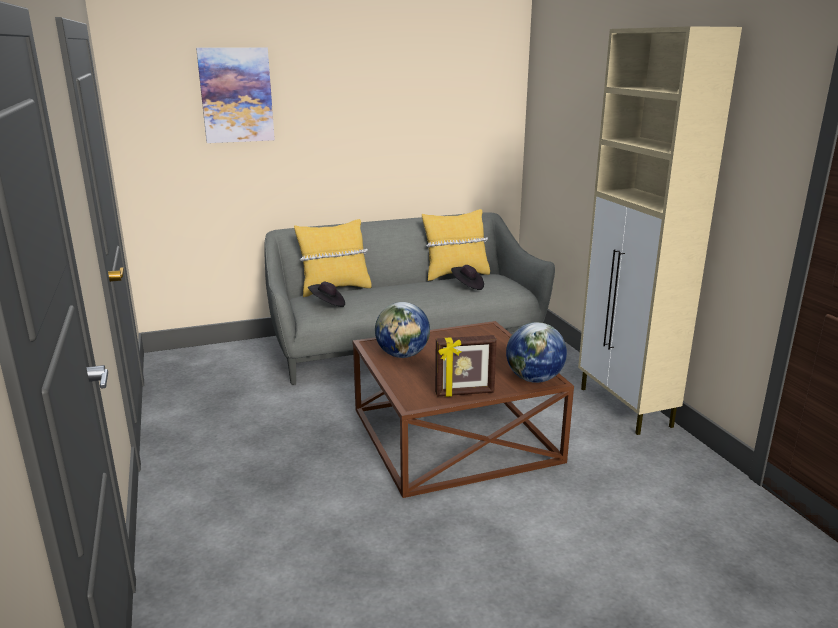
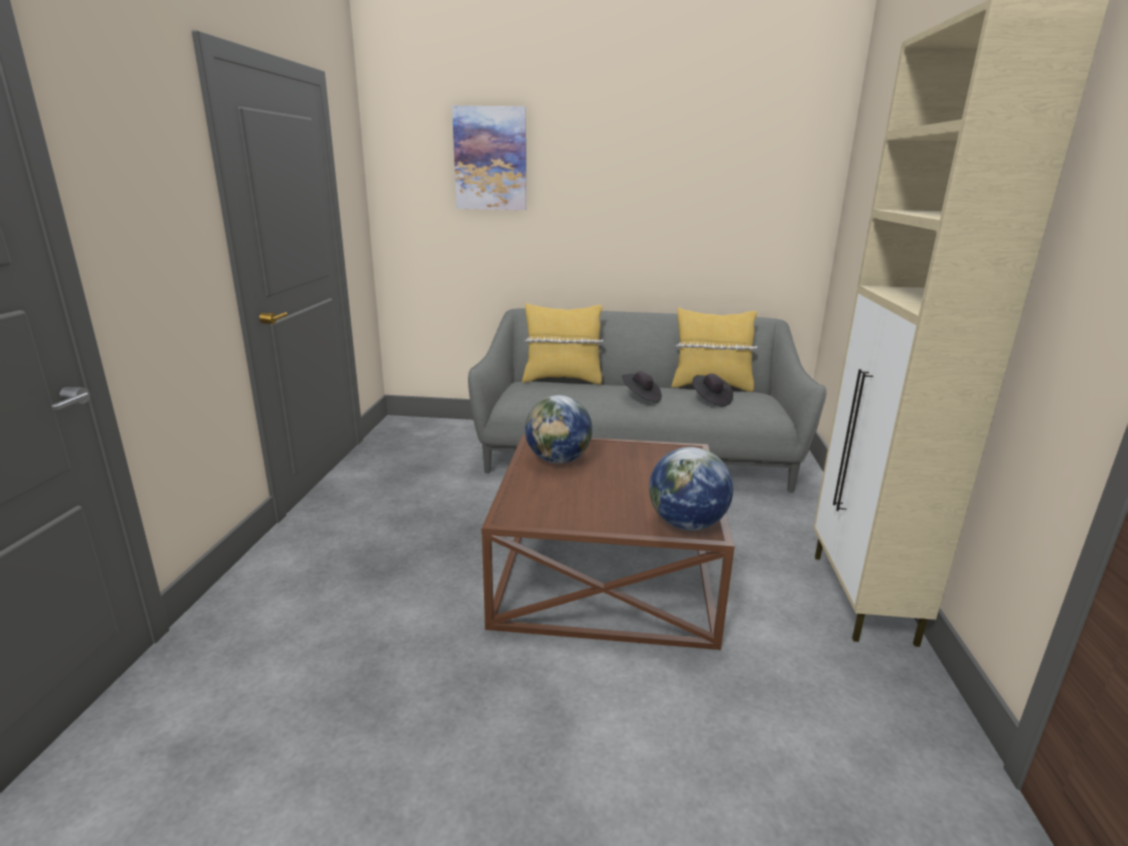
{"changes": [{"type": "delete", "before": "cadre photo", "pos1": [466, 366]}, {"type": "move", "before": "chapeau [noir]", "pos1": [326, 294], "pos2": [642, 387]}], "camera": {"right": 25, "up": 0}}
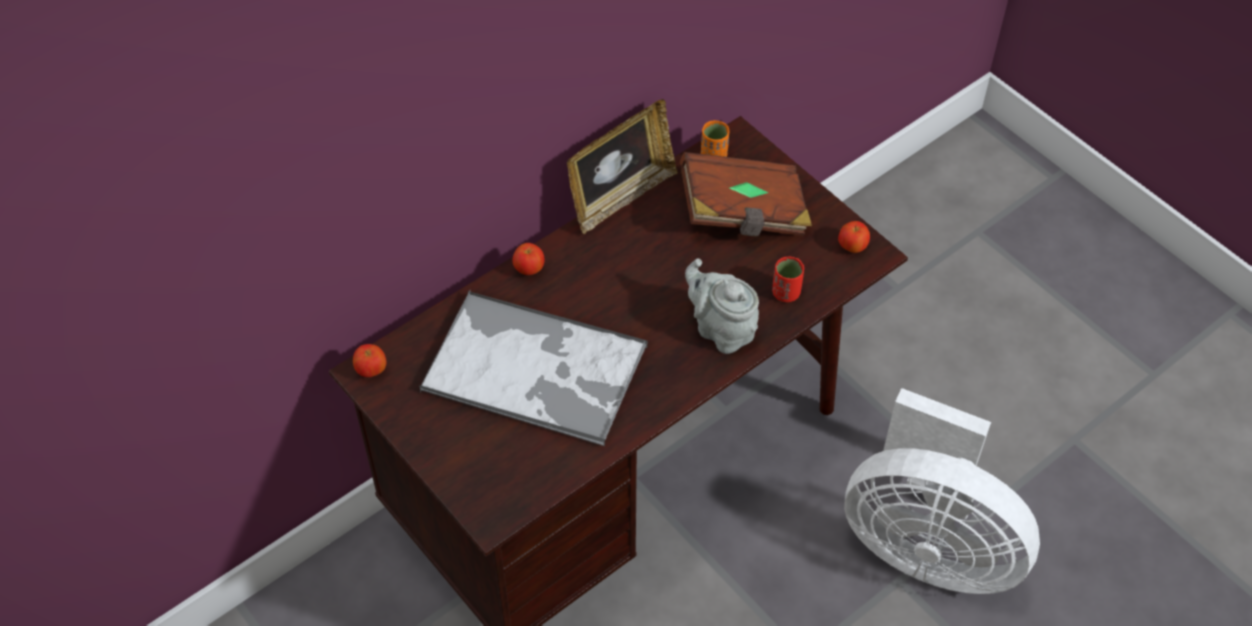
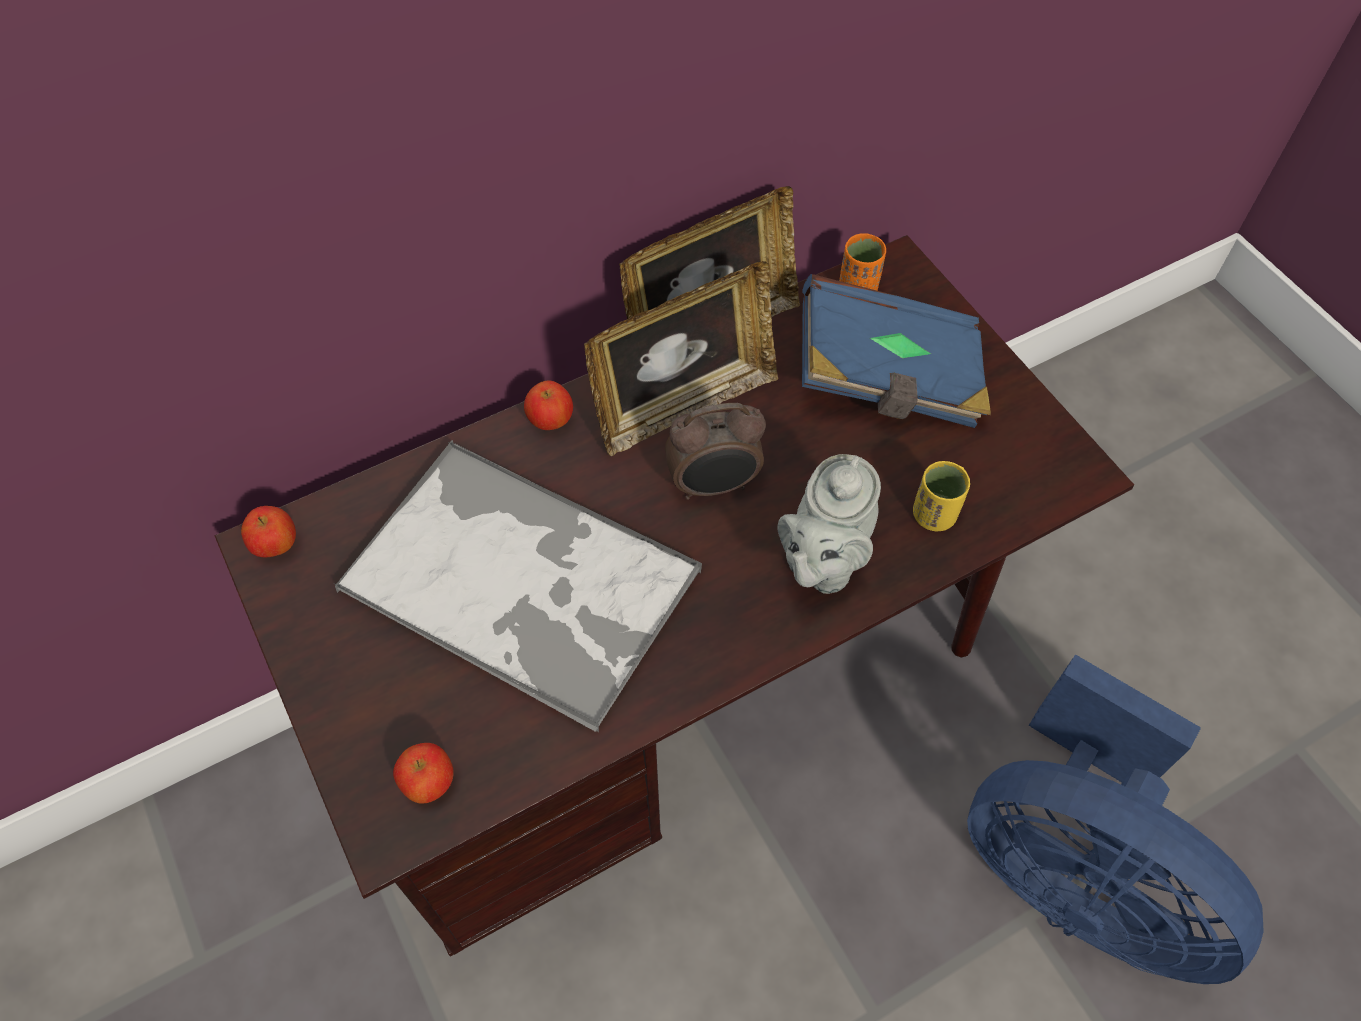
{"changes": [{"type": "insert", "after": "cadre photo", "pos2": [681, 358]}, {"type": "insert", "after": "réveil", "pos2": [715, 451]}, {"type": "move", "before": "pomme", "pos1": [854, 237], "pos2": [423, 773]}, {"type": "recolor", "before": "livre [marron]", "after": "livre [bleu]", "pos1": [746, 194], "pos2": [896, 351]}, {"type": "recolor", "before": "tasse [rouge]", "after": "tasse [jaune]", "pos1": [788, 279], "pos2": [941, 496]}, {"type": "recolor", "before": "ventilateur [blanc]", "after": "ventilateur [bleu]", "pos1": [942, 491], "pos2": [1115, 819]}, {"type": "rotate", "before": "théière [gris]", "pos1": [722, 306], "pos2": [829, 524], "turn": -120}], "camera": {"right": 10, "up": 5}}
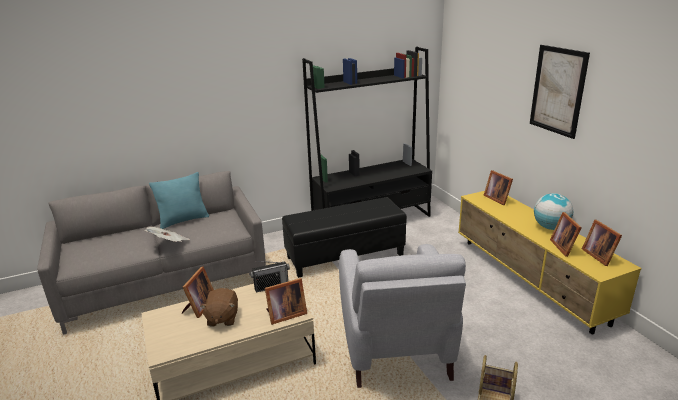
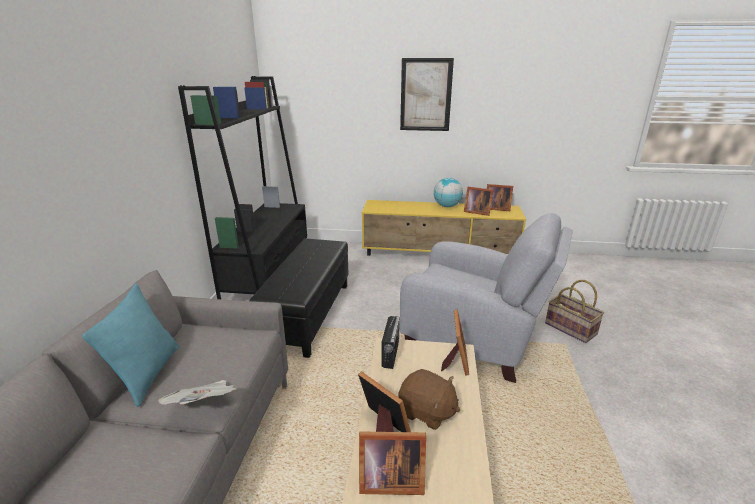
{"changes": [{"type": "move", "before": "cadre photo", "pos1": [498, 187], "pos2": [392, 463]}], "camera": {"right": -60, "up": 0}}
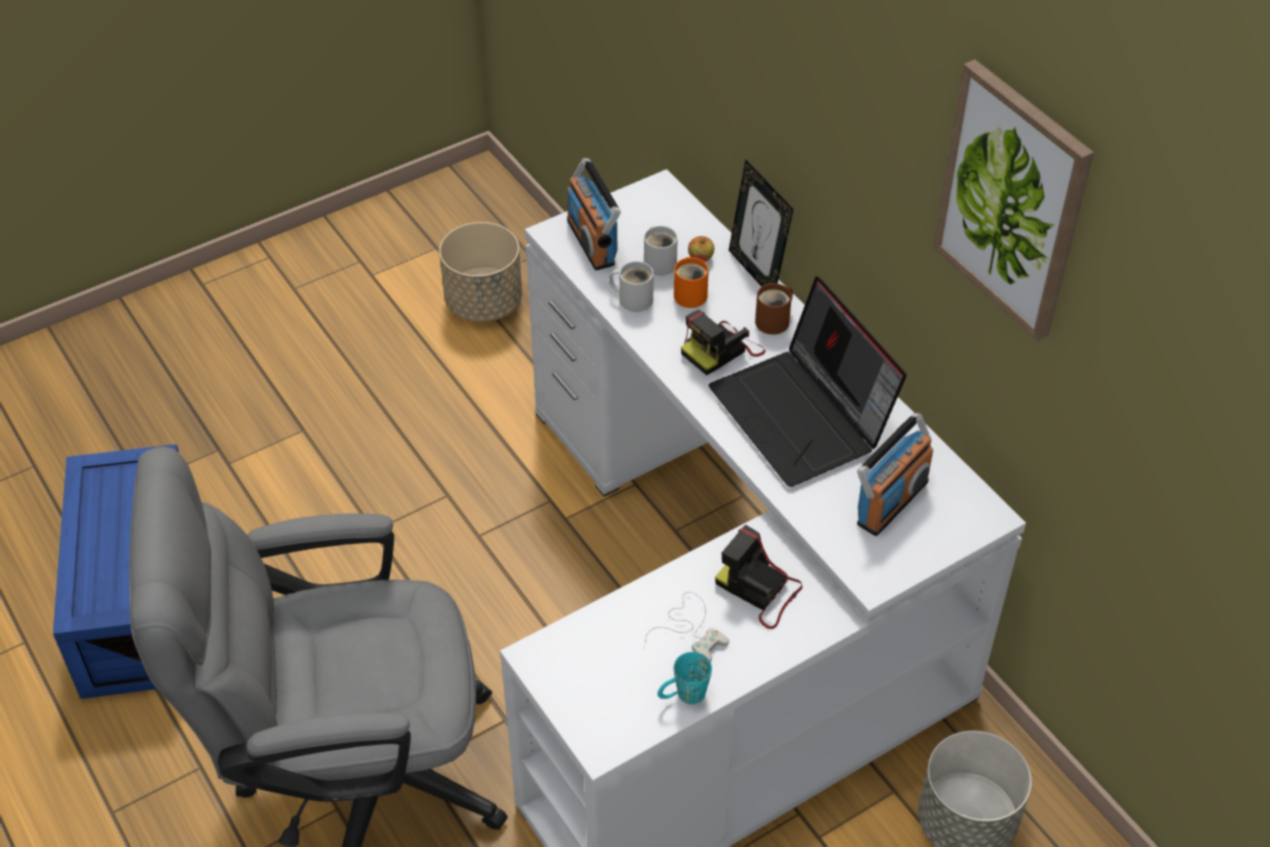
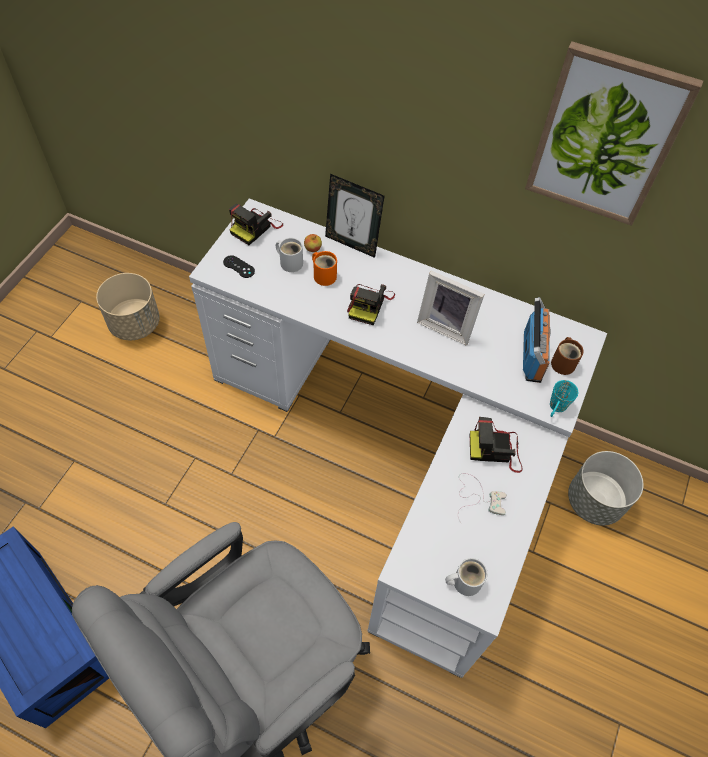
{"changes": [{"type": "insert", "after": "appareil photo", "pos2": [256, 224]}, {"type": "move", "before": "mug [blanc]", "pos1": [631, 286], "pos2": [466, 577]}, {"type": "move", "before": "mug [turquoise]", "pos1": [684, 678], "pos2": [564, 398]}, {"type": "move", "before": "mug [marron]", "pos1": [774, 309], "pos2": [567, 356]}, {"type": "replace", "before": "radio", "after": "manette [noir]", "pos1": [594, 214], "pos2": [239, 266]}, {"type": "replace", "before": "ordinateur portable", "after": "cadre photo", "pos1": [807, 381], "pos2": [451, 308]}], "camera": {"right": -35, "up": 10}}
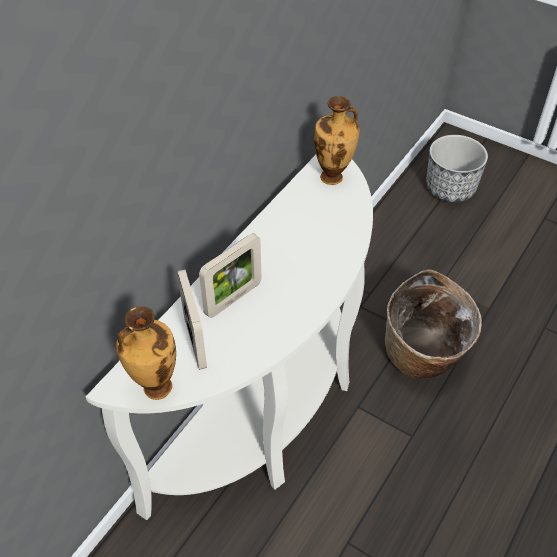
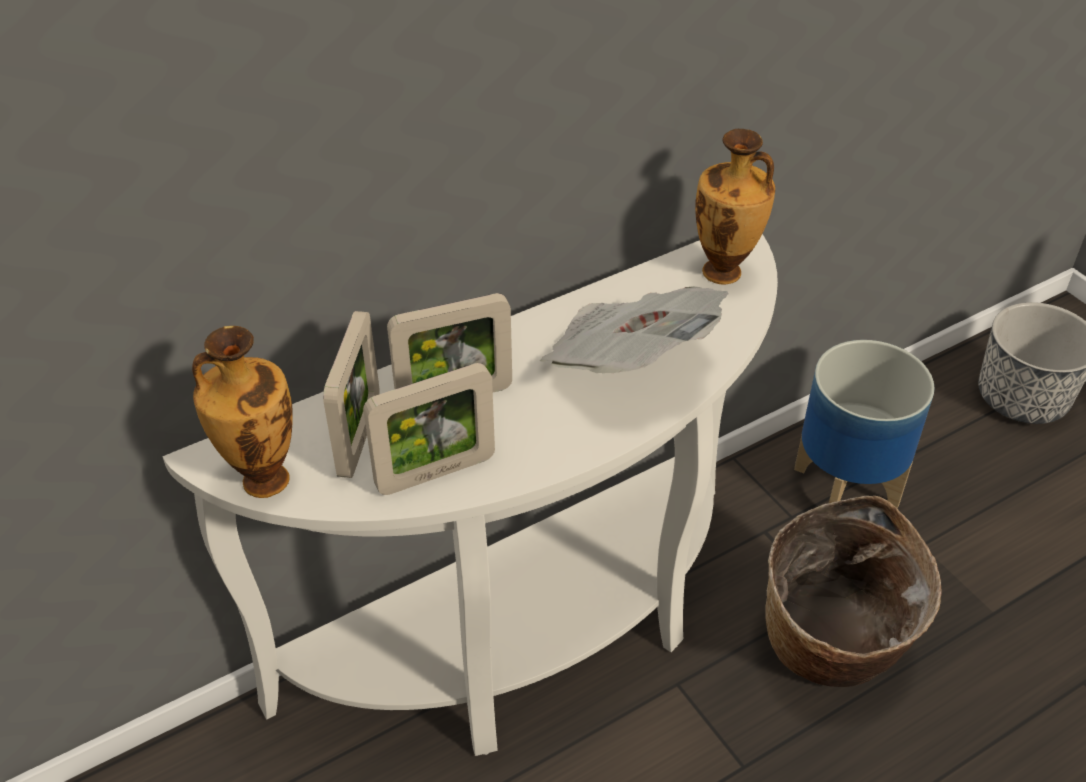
{"changes": [{"type": "insert", "after": "cadre photo", "pos2": [429, 429]}, {"type": "insert", "after": "journal", "pos2": [634, 329]}, {"type": "insert", "after": "cache-pot", "pos2": [864, 424]}], "camera": {"right": 25, "up": -5}}
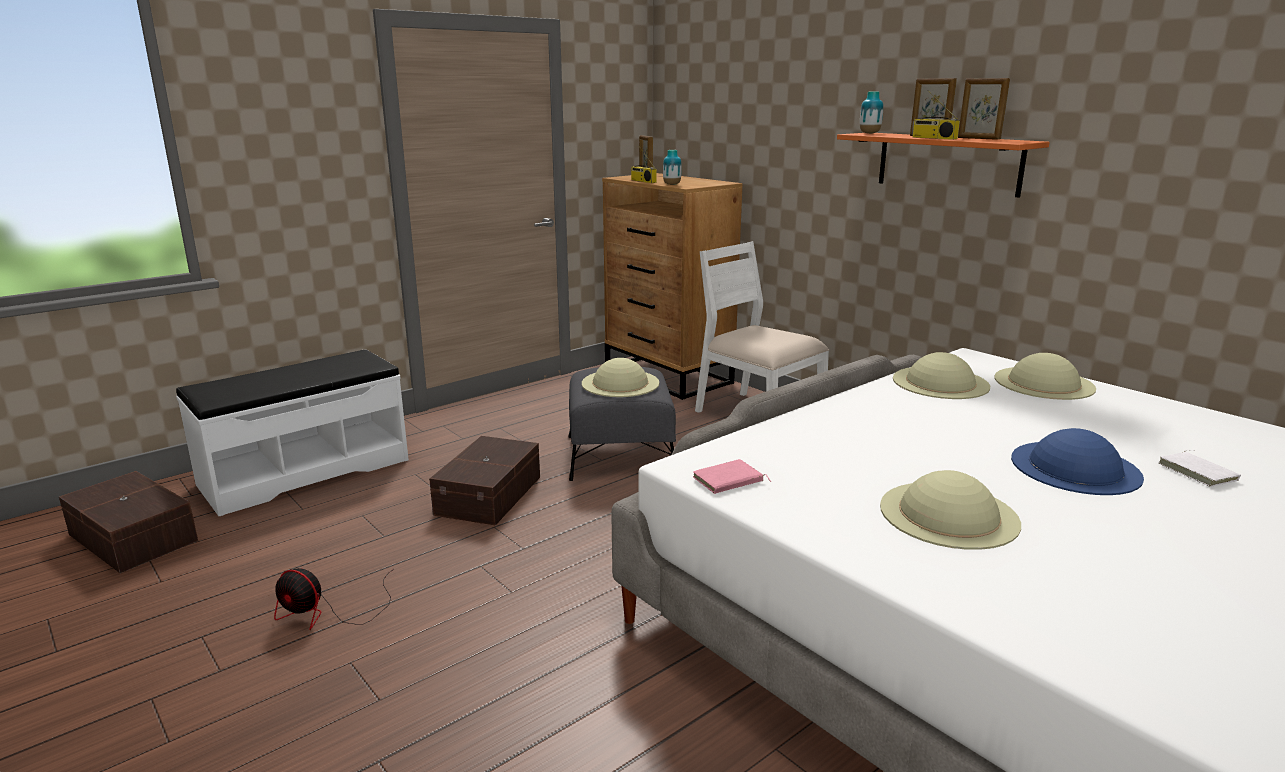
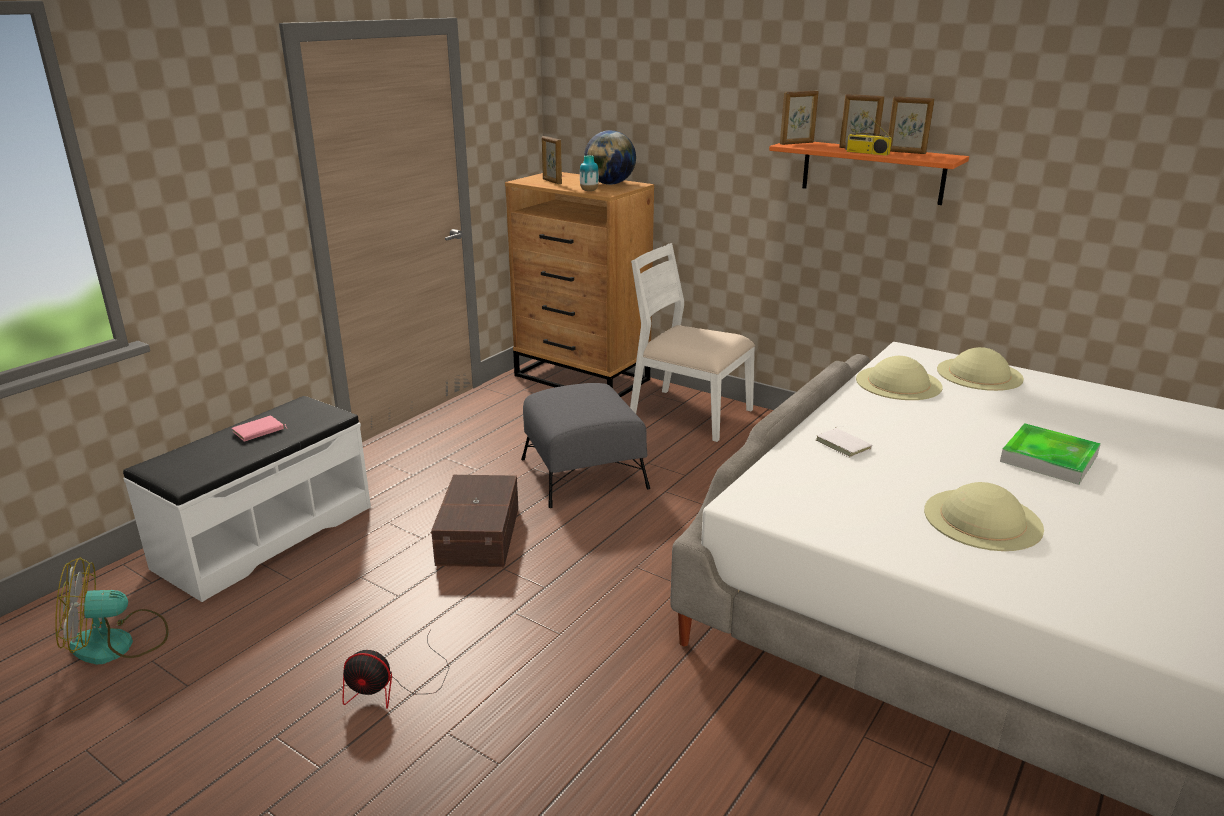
{"changes": [{"type": "delete", "before": "chapeau [beige]", "pos1": [620, 377]}, {"type": "delete", "before": "radio", "pos1": [644, 165]}, {"type": "insert", "after": "globe", "pos2": [610, 157]}, {"type": "move", "before": "livre [rose]", "pos1": [732, 476], "pos2": [260, 429]}, {"type": "move", "before": "livre [blanc]", "pos1": [1199, 468], "pos2": [844, 442]}, {"type": "replace", "before": "boîte de rangement [marron]", "after": "ventilateur", "pos1": [128, 522], "pos2": [112, 610]}, {"type": "replace", "before": "vase", "after": "cadre photo", "pos1": [871, 113], "pos2": [799, 118]}, {"type": "replace", "before": "chapeau [bleu]", "after": "plateau", "pos1": [1077, 461], "pos2": [1050, 454]}], "camera": {"right": -15, "up": 5}}
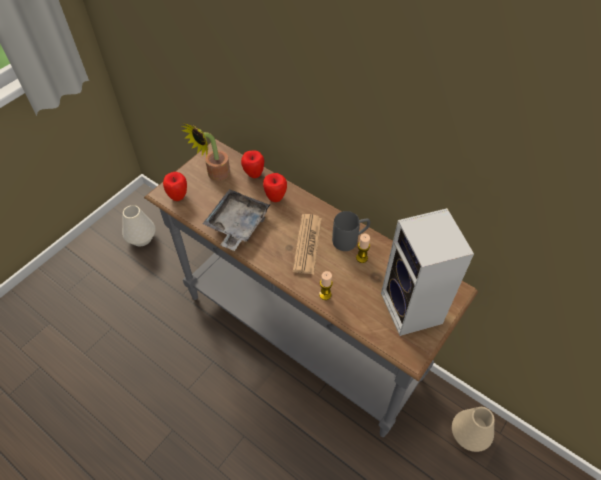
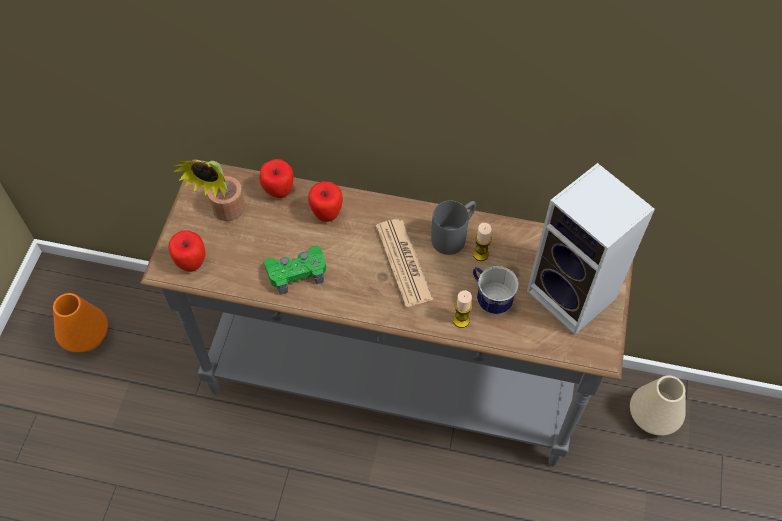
{"changes": [{"type": "insert", "after": "mug", "pos2": [496, 290]}, {"type": "replace", "before": "plateau [gris]", "after": "manette [vert]", "pos1": [236, 220], "pos2": [295, 270]}, {"type": "recolor", "before": "vase [blanc]", "after": "vase [orange]", "pos1": [139, 225], "pos2": [80, 322]}], "camera": {"right": -25, "up": 5}}
